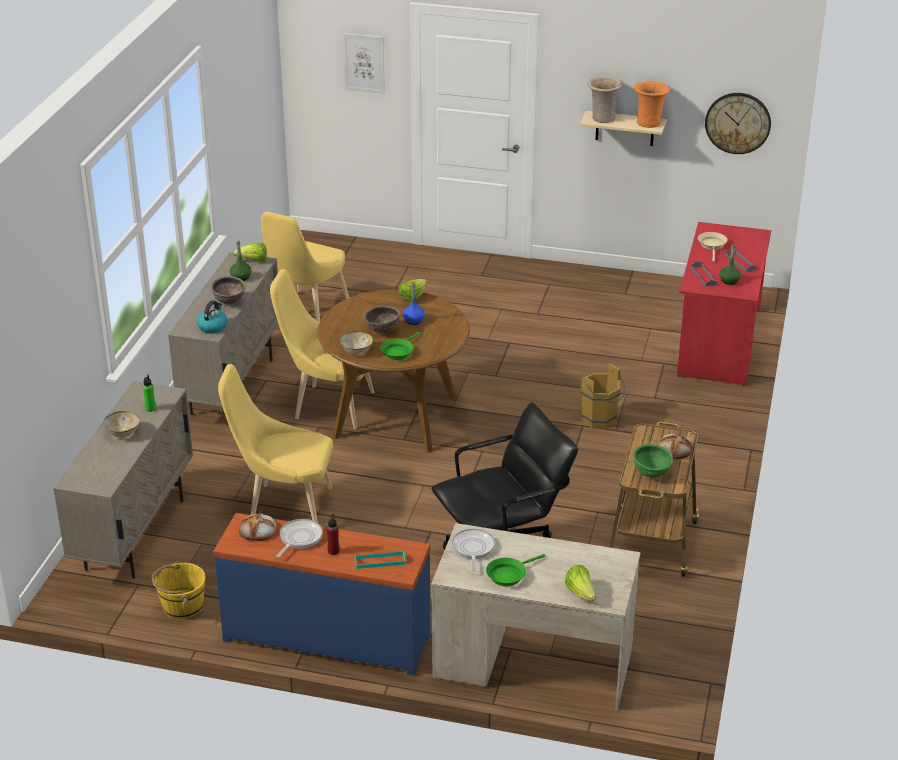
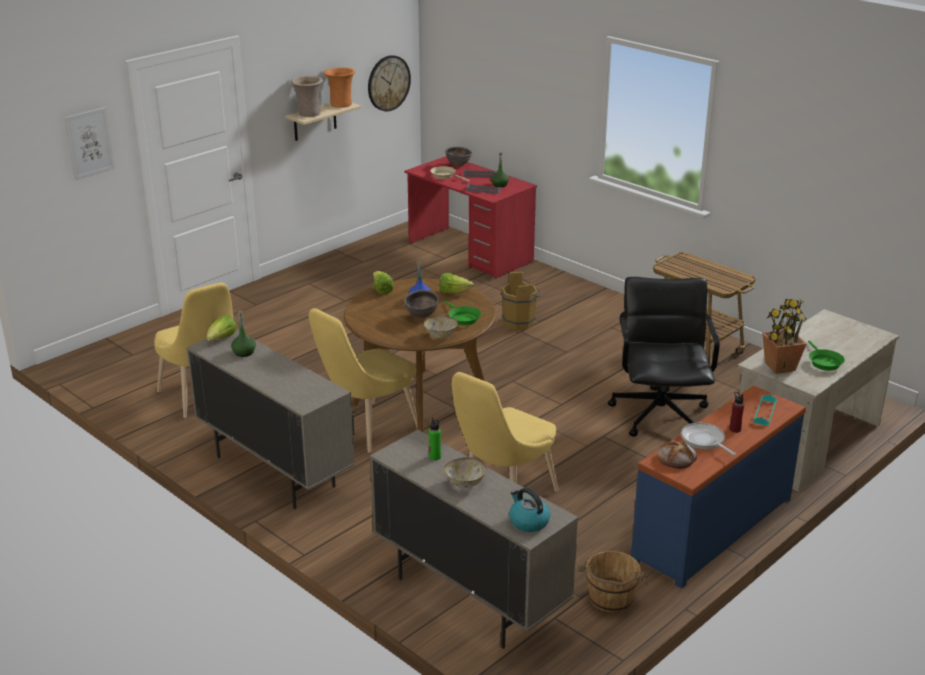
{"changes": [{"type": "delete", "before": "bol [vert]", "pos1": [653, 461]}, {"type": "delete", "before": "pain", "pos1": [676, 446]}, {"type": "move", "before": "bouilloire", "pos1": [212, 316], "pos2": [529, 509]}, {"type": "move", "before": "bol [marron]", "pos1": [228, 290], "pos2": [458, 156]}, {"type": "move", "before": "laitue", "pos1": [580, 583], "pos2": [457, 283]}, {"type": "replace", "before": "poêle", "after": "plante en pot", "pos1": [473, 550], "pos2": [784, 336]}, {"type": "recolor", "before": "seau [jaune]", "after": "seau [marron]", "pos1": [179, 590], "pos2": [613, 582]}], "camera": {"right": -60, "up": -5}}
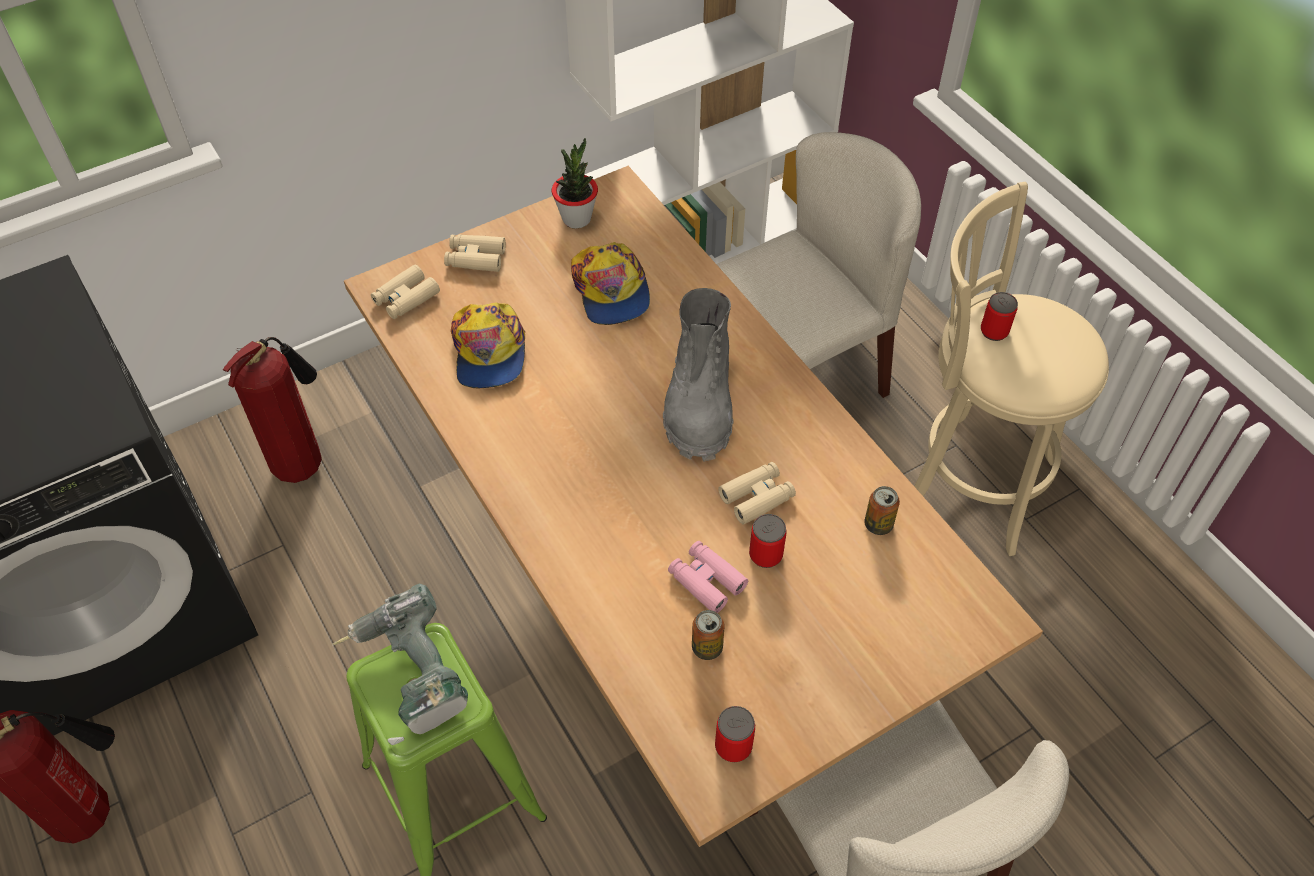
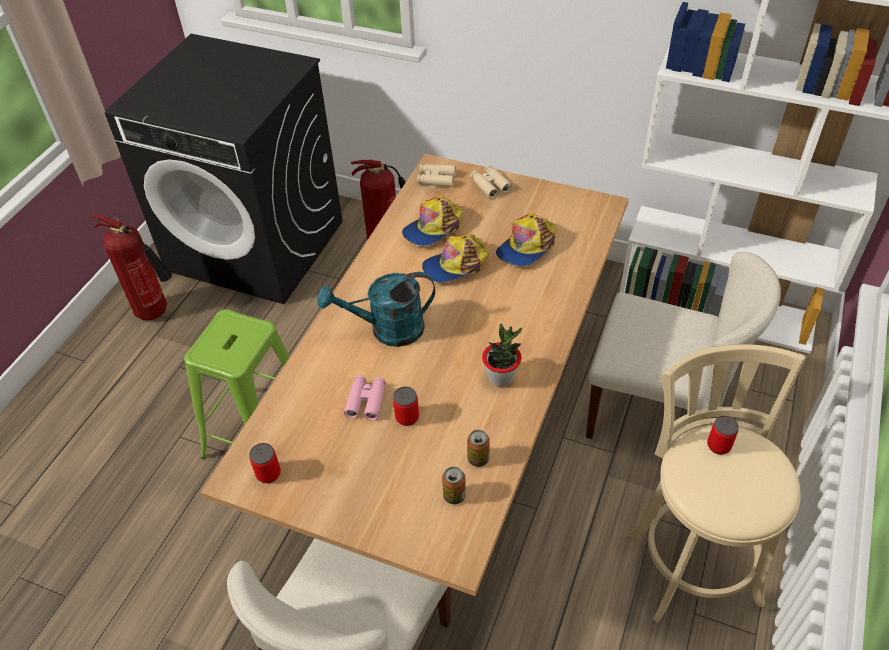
{"changes": [{"type": "delete", "before": "perceuse", "pos1": [400, 664]}, {"type": "delete", "before": "botte [gris]", "pos1": [698, 375]}, {"type": "delete", "before": "jumelles [beige]", "pos1": [757, 493]}, {"type": "insert", "after": "arrosoir [turquoise]", "pos2": [376, 309]}, {"type": "insert", "after": "casquette", "pos2": [456, 258]}, {"type": "move", "before": "plante en pot", "pos1": [574, 183], "pos2": [502, 355]}, {"type": "move", "before": "boîte métallique", "pos1": [708, 635], "pos2": [454, 485]}], "camera": {"right": 55, "up": -5}}
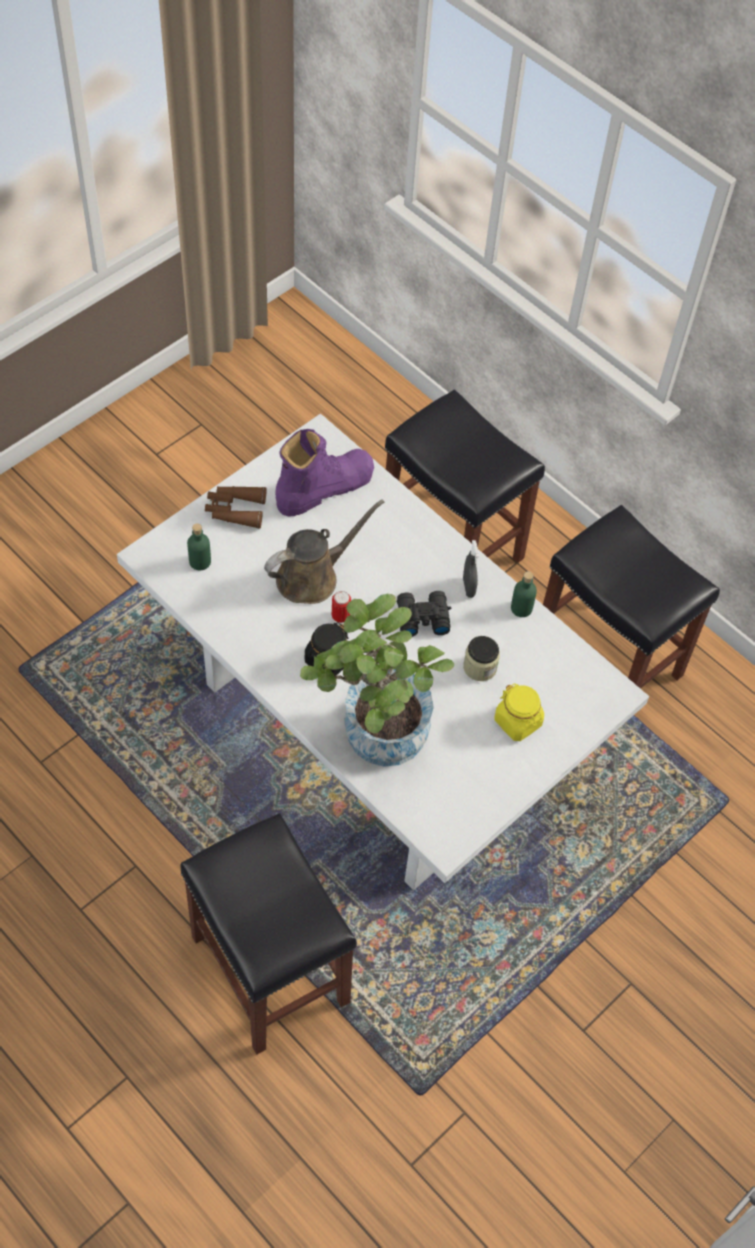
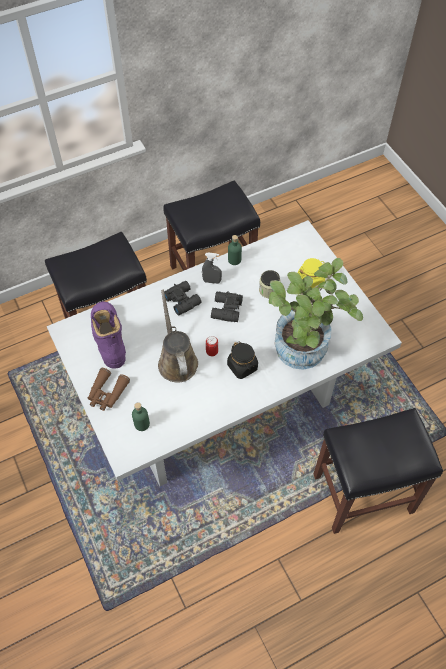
{"changes": [{"type": "insert", "after": "jumelles [noir]", "pos2": [183, 298]}], "camera": {"right": -70, "up": 0}}
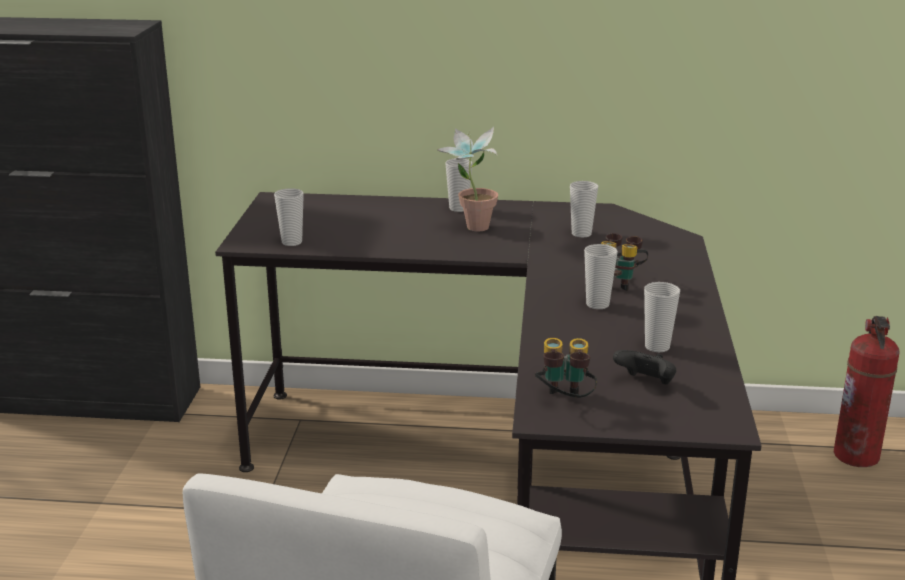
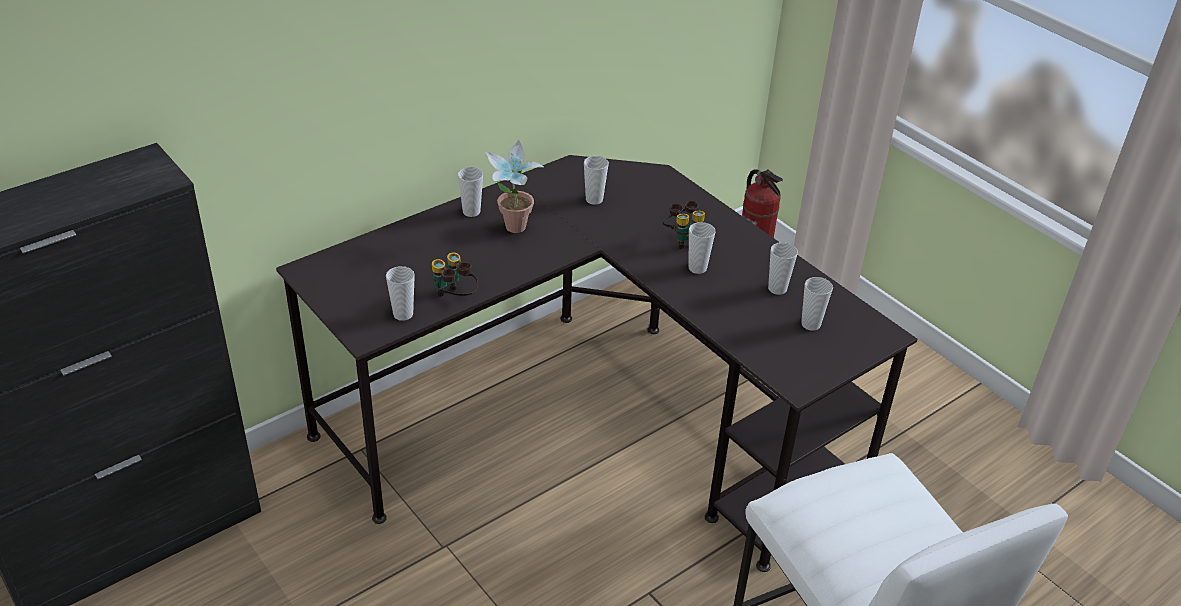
{"changes": [{"type": "move", "before": "jumelles", "pos1": [566, 368], "pos2": [455, 274]}, {"type": "replace", "before": "manette [noir]", "after": "tasse", "pos1": [644, 367], "pos2": [817, 304]}], "camera": {"right": -45, "up": 15}}
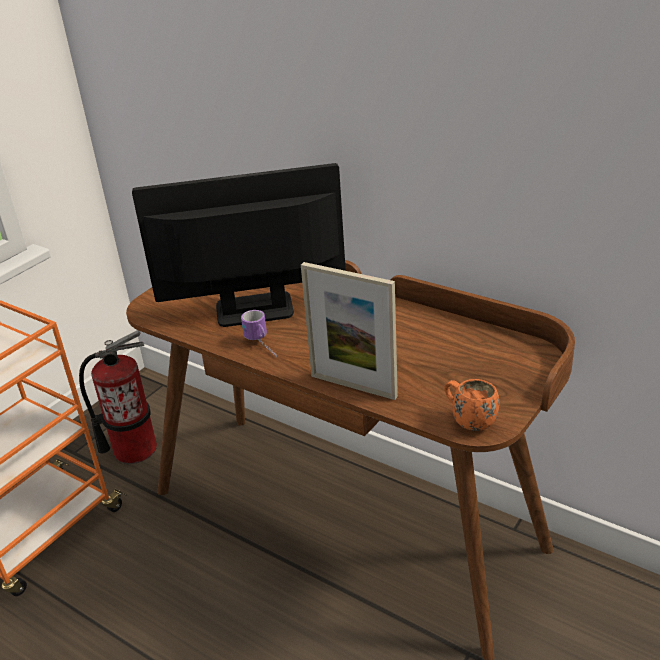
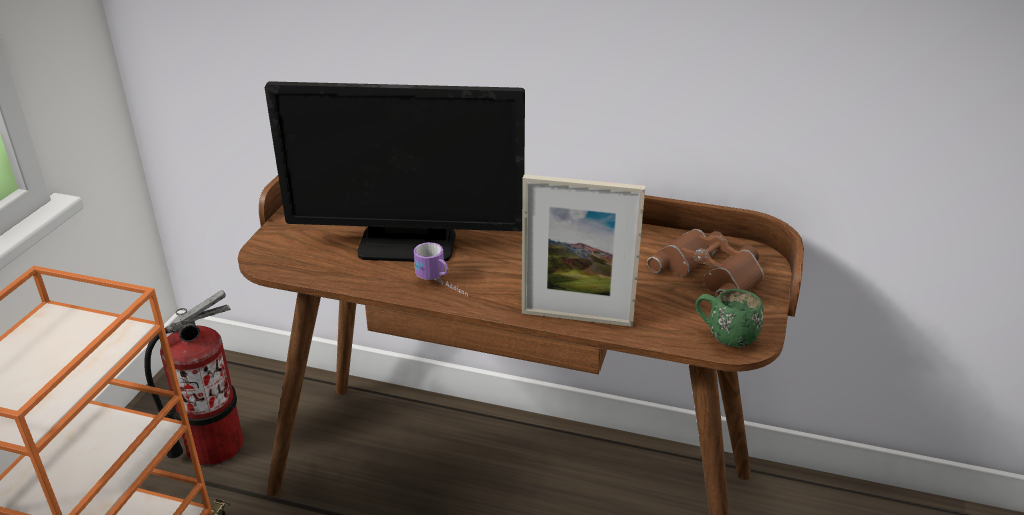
{"changes": [{"type": "insert", "after": "jumelles [marron]", "pos2": [705, 263]}, {"type": "recolor", "before": "mug [orange]", "after": "mug [vert]", "pos1": [471, 405], "pos2": [729, 318]}, {"type": "rotate", "before": "écran d'ordinateur", "pos1": [239, 245], "pos2": [395, 171], "turn": -150}], "camera": {"right": -20, "up": 0}}
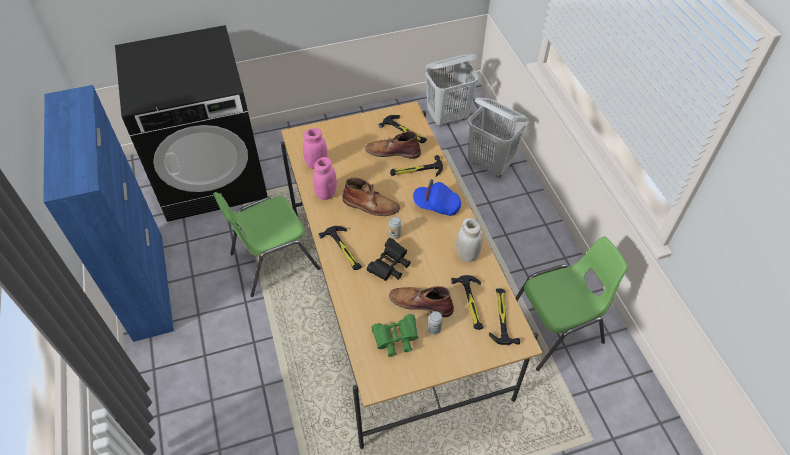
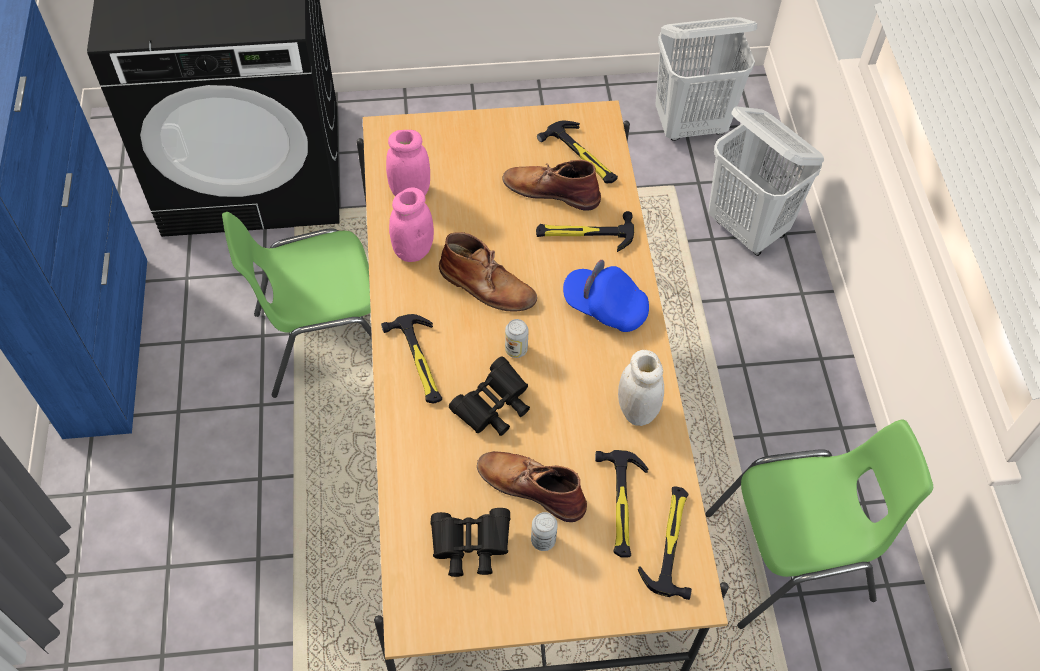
{"changes": [{"type": "recolor", "before": "jumelles [vert]", "after": "jumelles [noir]", "pos1": [395, 335], "pos2": [470, 542]}], "camera": {"right": 10, "up": 5}}
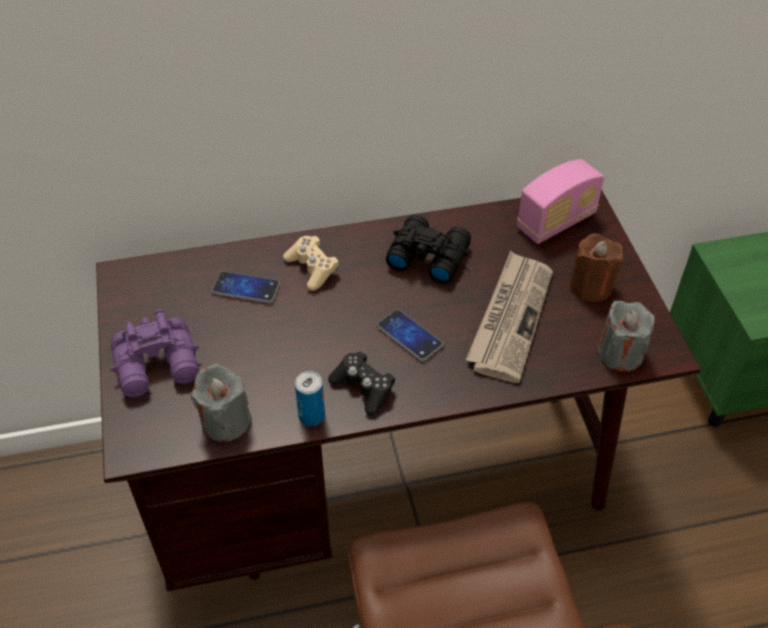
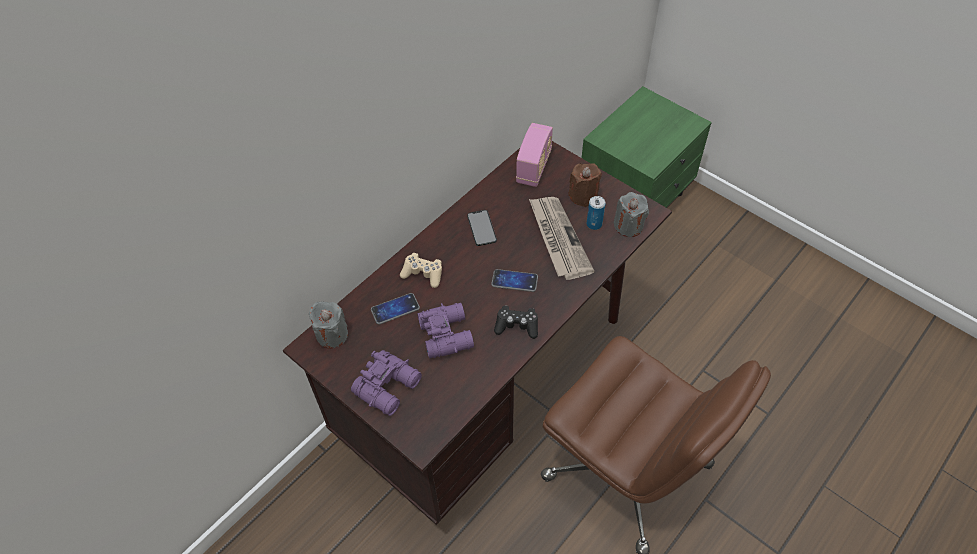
{"changes": [{"type": "insert", "after": "jumelles [violet]", "pos2": [445, 330]}, {"type": "move", "before": "bougie [gris]", "pos1": [221, 402], "pos2": [328, 325]}, {"type": "move", "before": "boîte métallique", "pos1": [310, 398], "pos2": [596, 213]}, {"type": "replace", "before": "jumelles [noir]", "after": "téléphone", "pos1": [428, 249], "pos2": [482, 228]}], "camera": {"right": -35, "up": 5}}
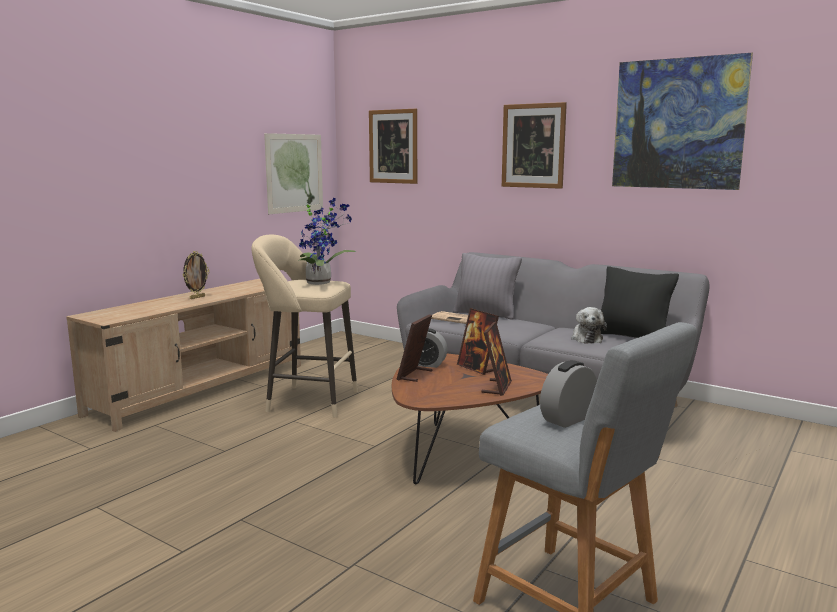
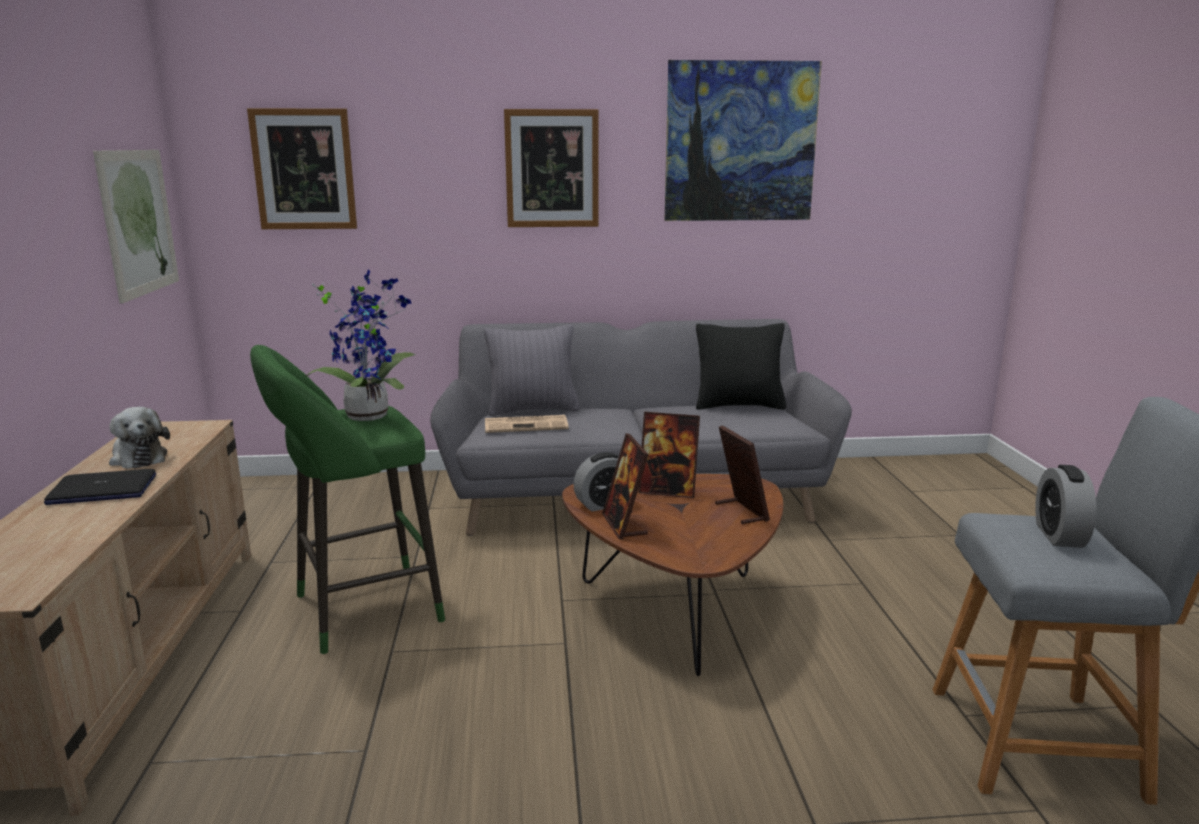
{"changes": [{"type": "move", "before": "peluche", "pos1": [589, 325], "pos2": [139, 438]}, {"type": "replace", "before": "cadre photo", "after": "ordinateur portable", "pos1": [196, 275], "pos2": [100, 487]}, {"type": "recolor", "before": "tabouret [beige]", "after": "tabouret [vert]", "pos1": [304, 326], "pos2": [347, 499]}], "camera": {"right": -40, "up": 5}}
